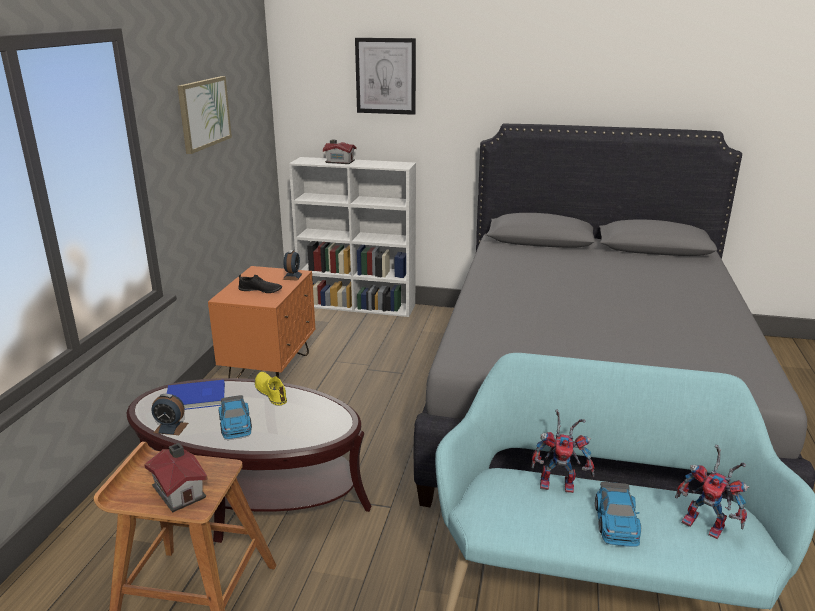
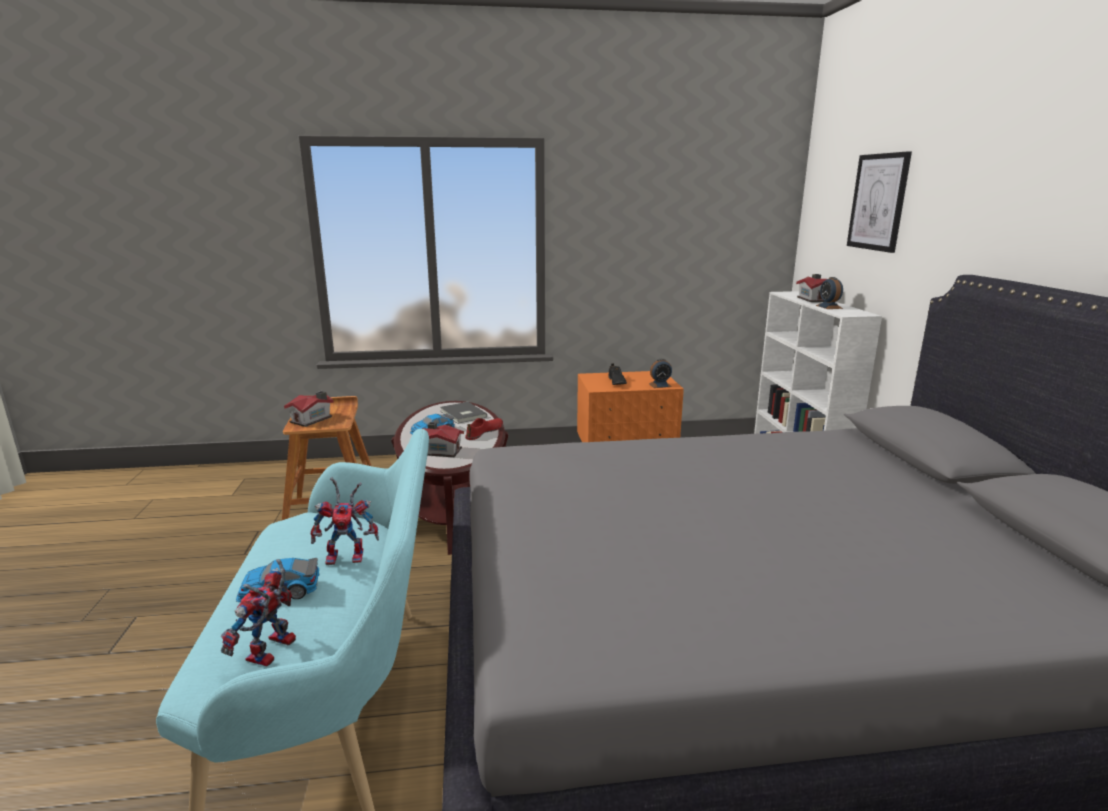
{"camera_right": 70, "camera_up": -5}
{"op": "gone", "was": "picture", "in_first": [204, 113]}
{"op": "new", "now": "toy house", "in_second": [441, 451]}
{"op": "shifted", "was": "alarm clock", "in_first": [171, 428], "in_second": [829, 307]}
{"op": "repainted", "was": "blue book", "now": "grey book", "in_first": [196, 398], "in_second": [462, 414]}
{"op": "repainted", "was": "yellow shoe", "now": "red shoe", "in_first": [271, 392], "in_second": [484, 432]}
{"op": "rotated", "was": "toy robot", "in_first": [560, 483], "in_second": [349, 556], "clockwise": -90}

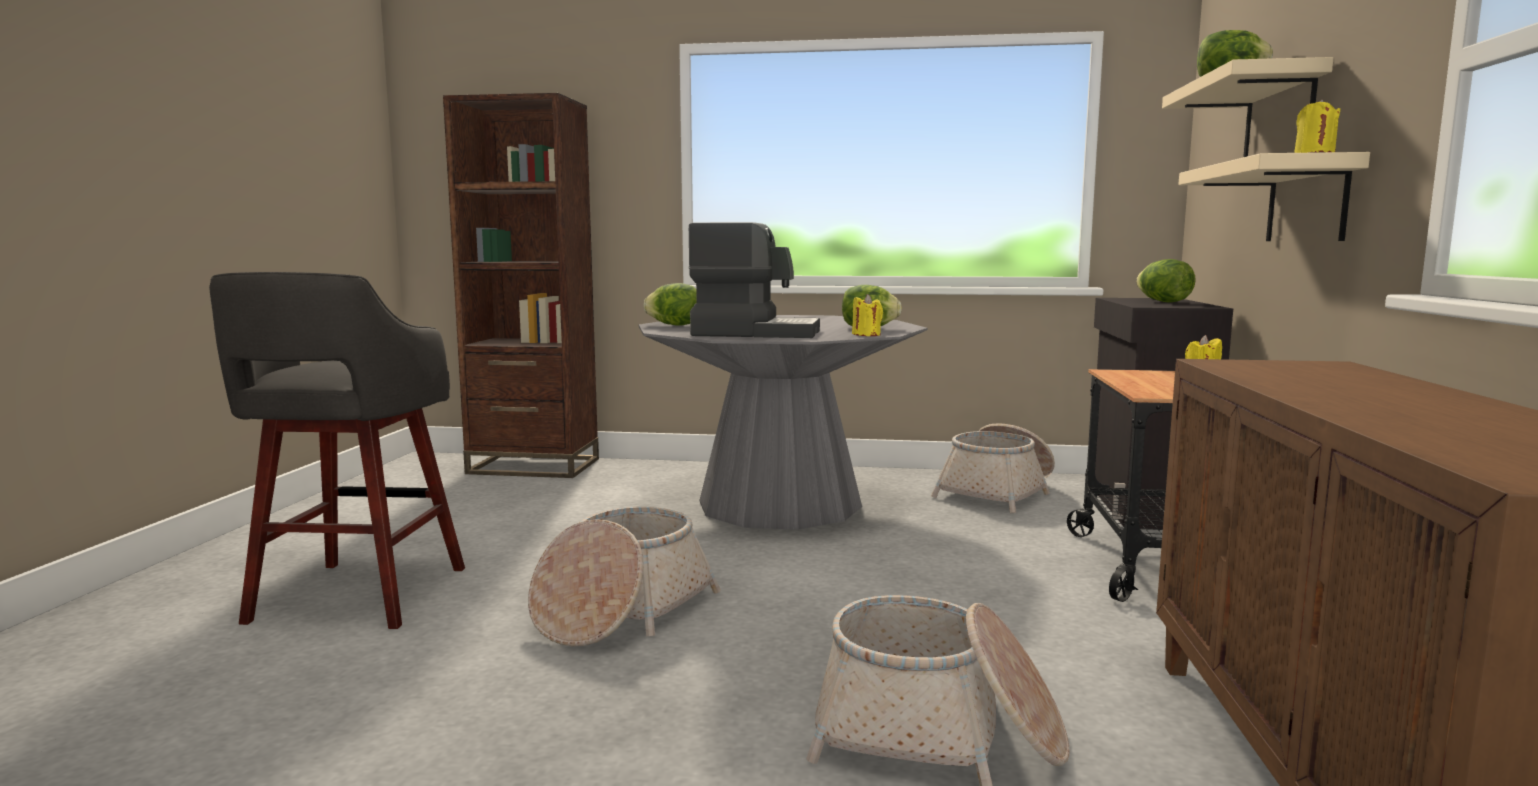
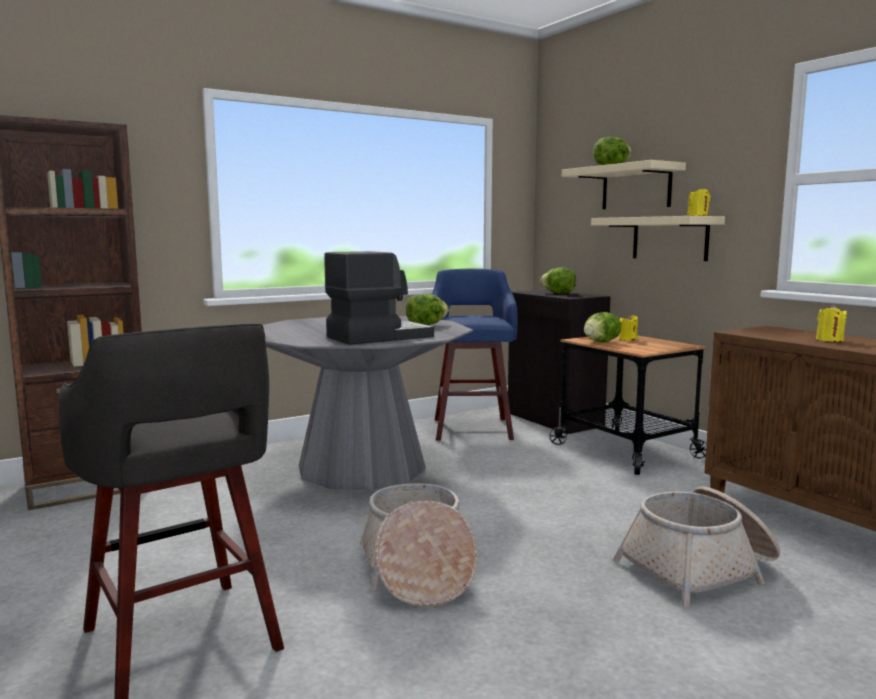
{"camera_right": -40, "camera_up": 0}
{"op": "shifted", "was": "lettuce", "in_first": [675, 325], "in_second": [601, 342]}
{"op": "shifted", "was": "yellow candle", "in_first": [866, 335], "in_second": [829, 340]}
{"op": "swapped", "was": "basket", "now": "blue stool", "in_first": [998, 492], "in_second": [472, 428]}

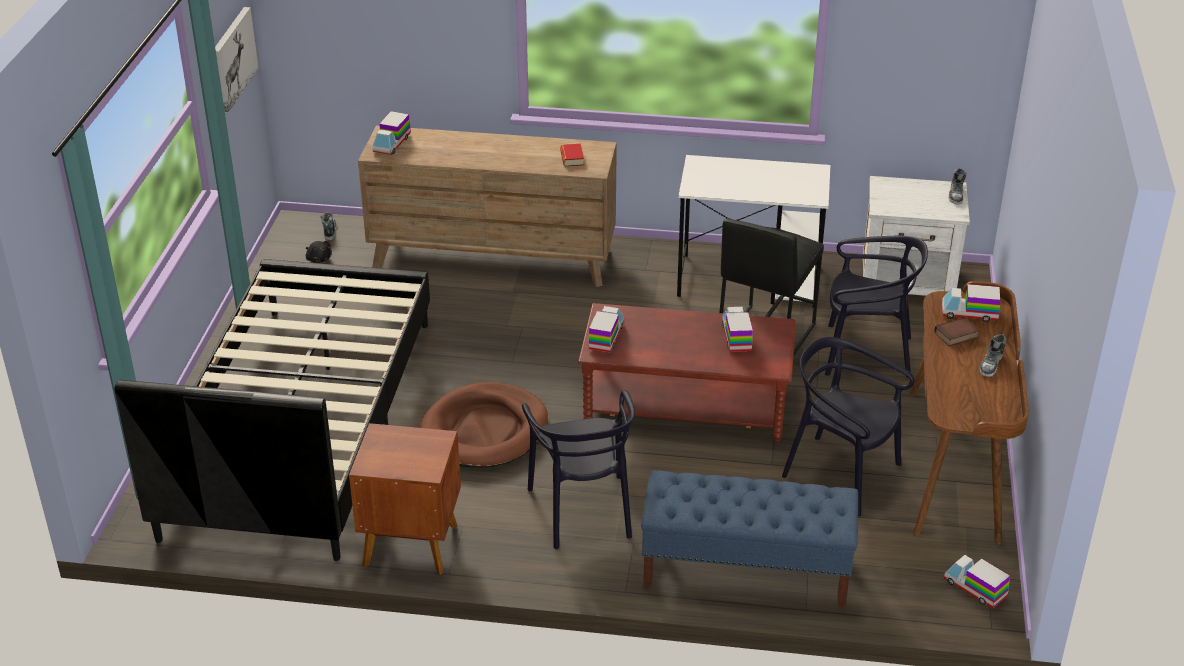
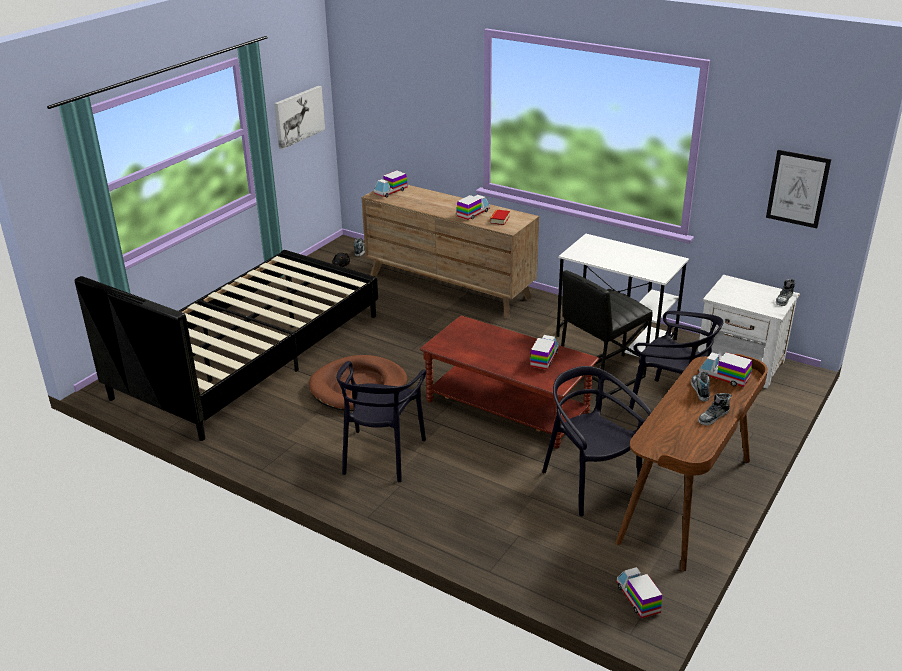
{"camera_right": 25, "camera_up": -5}
{"op": "gone", "was": "brown nightstand", "in_first": [409, 544]}
{"op": "gone", "was": "blue bench", "in_first": [745, 572]}
{"op": "new", "now": "picture", "in_second": [797, 189]}
{"op": "shifted", "was": "toy truck", "in_first": [606, 337], "in_second": [473, 214]}
{"op": "swapped", "was": "book", "now": "shoe", "in_first": [956, 336], "in_second": [700, 390]}

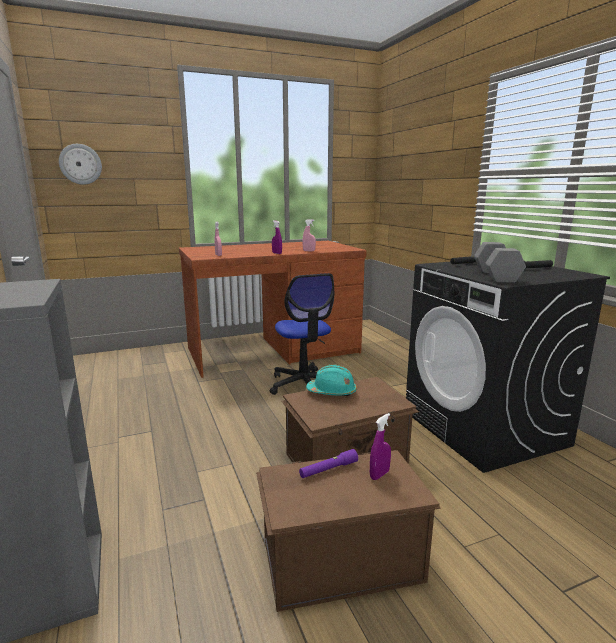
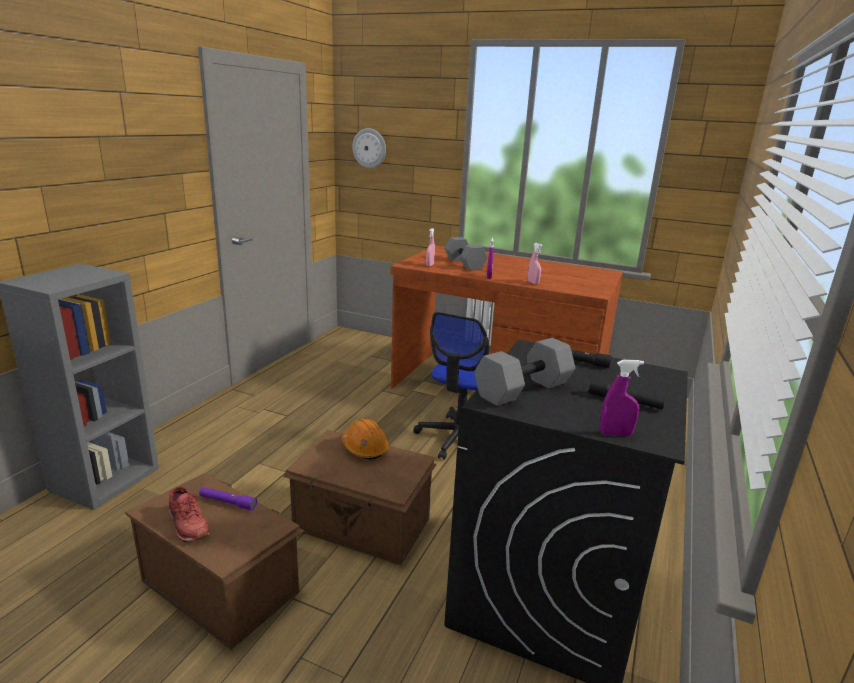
{"camera_right": 45, "camera_up": 5}
{"op": "new", "now": "red shoe", "in_second": [188, 524]}
{"op": "new", "now": "grey dumbbell", "in_second": [463, 264]}
{"op": "shifted", "was": "purple spray bottle", "in_first": [379, 474], "in_second": [615, 434]}
{"op": "repainted", "was": "turquoise hard hat", "now": "orange hard hat", "in_first": [332, 392], "in_second": [365, 448]}

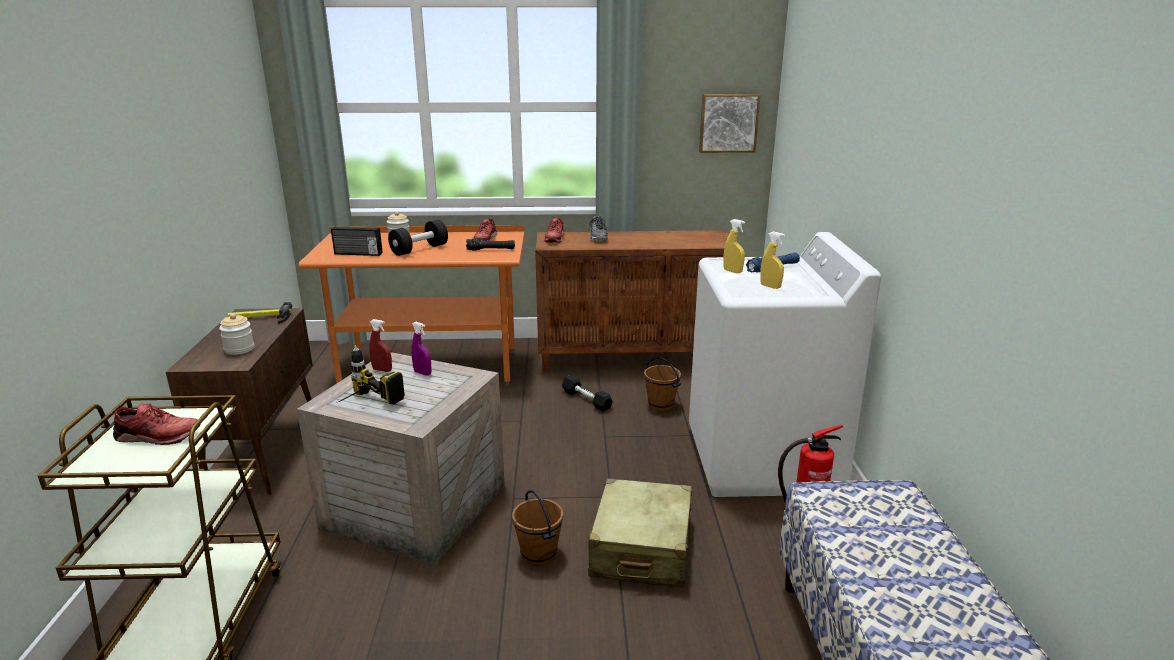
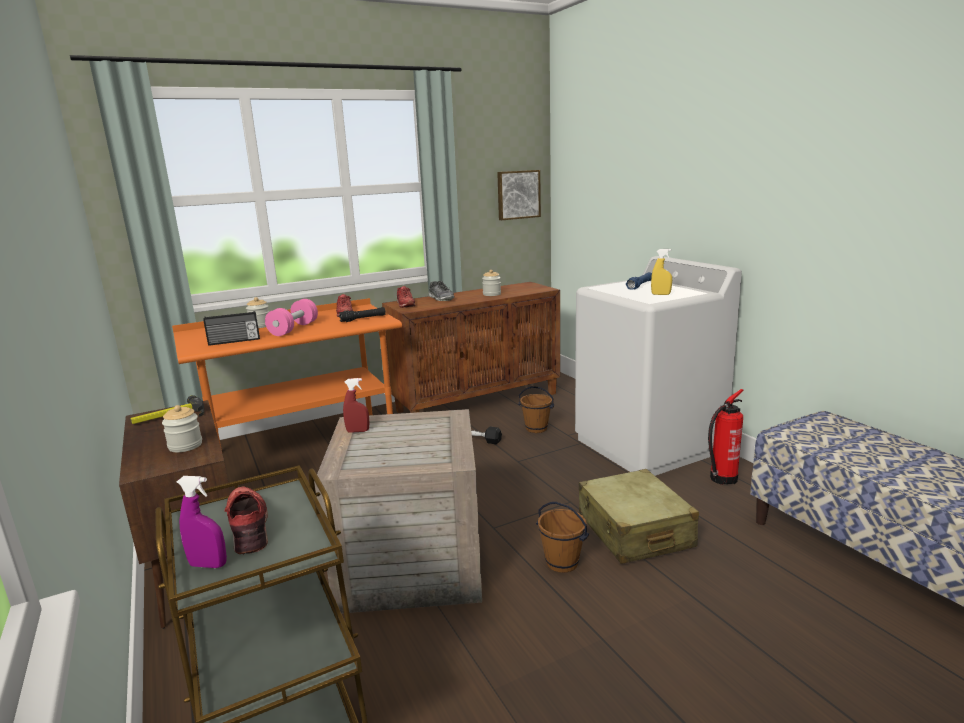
{"camera_right": -25, "camera_up": -5}
{"op": "gone", "was": "power drill", "in_first": [361, 406]}
{"op": "gone", "was": "yellow spray bottle", "in_first": [732, 271]}
{"op": "new", "now": "jar", "in_second": [492, 294]}
{"op": "shifted", "was": "purple spray bottle", "in_first": [422, 373], "in_second": [208, 565]}
{"op": "repainted", "was": "black dumbbell", "now": "pink dumbbell", "in_first": [419, 249], "in_second": [294, 329]}
{"op": "rotated", "was": "red shoe", "in_first": [157, 436], "in_second": [249, 526], "clockwise": -90}

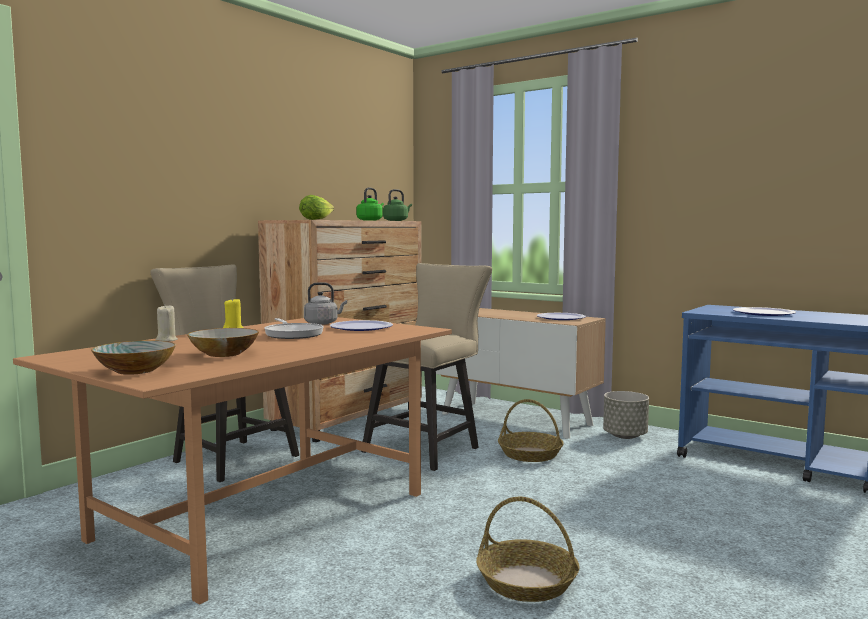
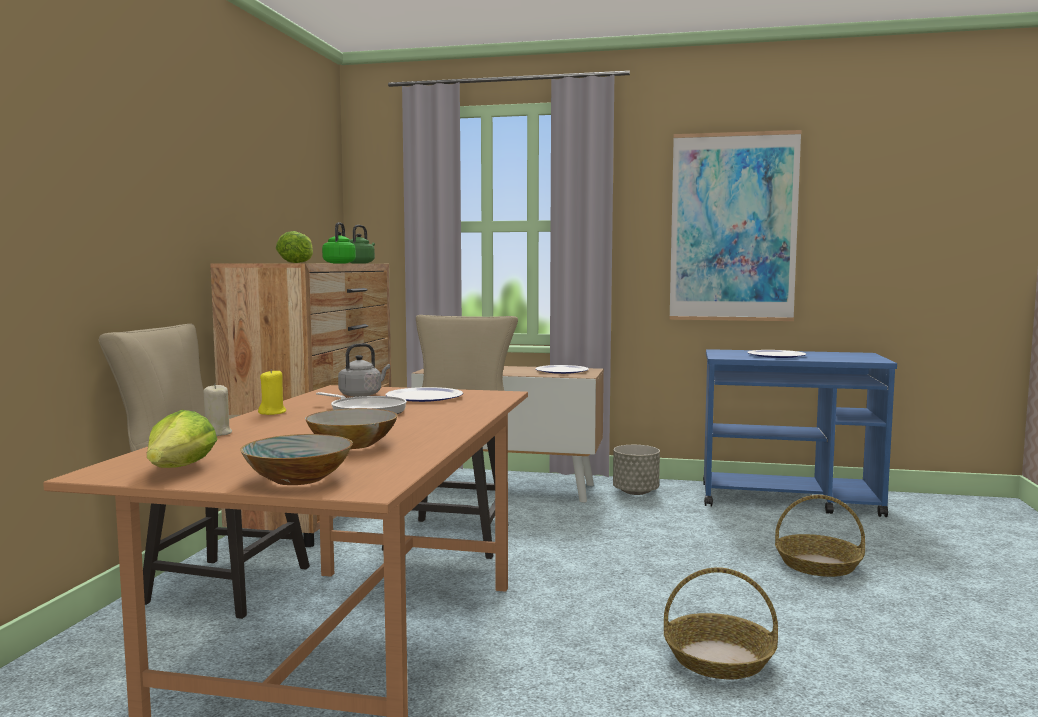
{"camera_right": -25, "camera_up": 0}
{"op": "new", "now": "lettuce", "in_second": [180, 469]}
{"op": "new", "now": "picture", "in_second": [733, 227]}
{"op": "shifted", "was": "basket", "in_first": [530, 454], "in_second": [818, 565]}

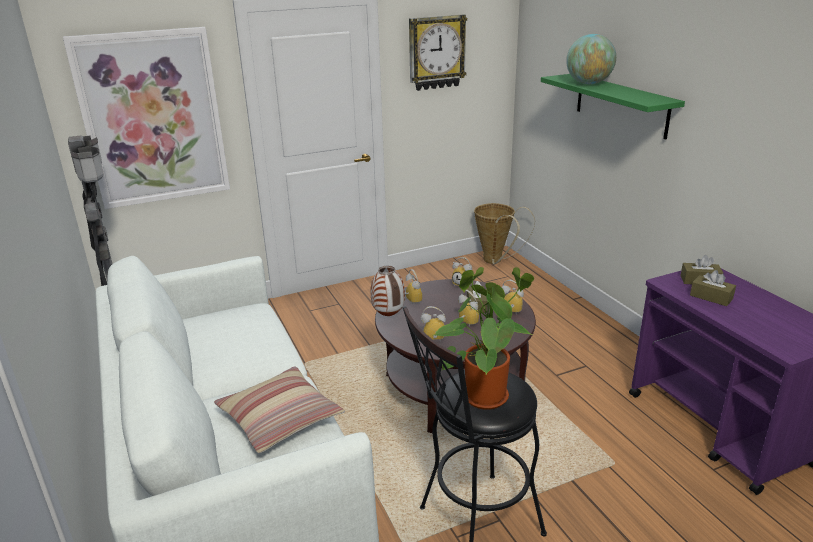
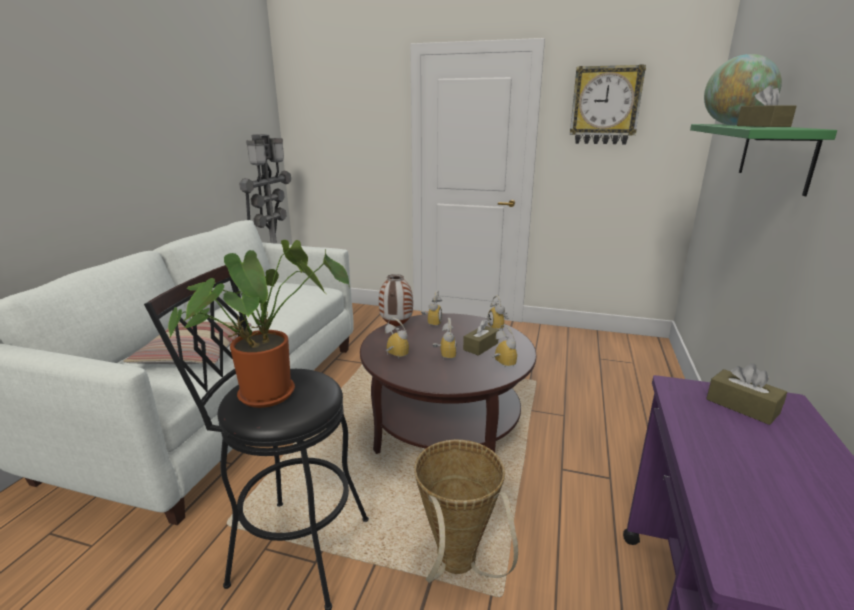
{"camera_right": 40, "camera_up": -5}
{"op": "gone", "was": "picture", "in_first": [153, 118]}
{"op": "shifted", "was": "basket", "in_first": [496, 261], "in_second": [457, 568]}
{"op": "shifted", "was": "brown tissue box", "in_first": [711, 297], "in_second": [762, 126]}

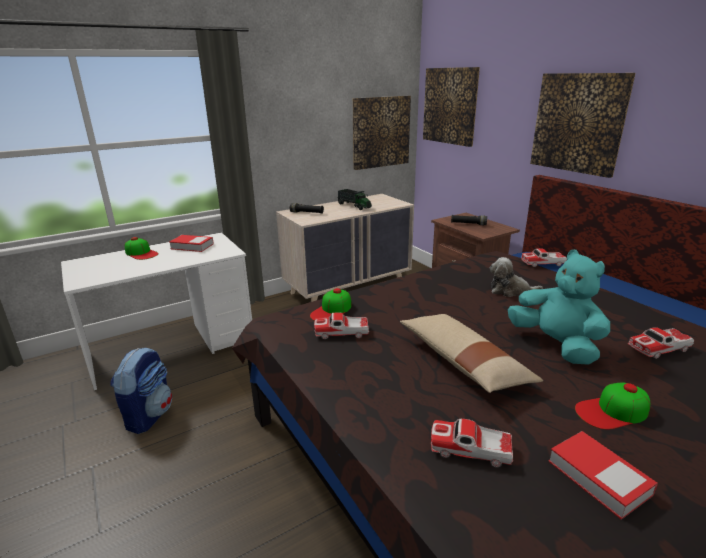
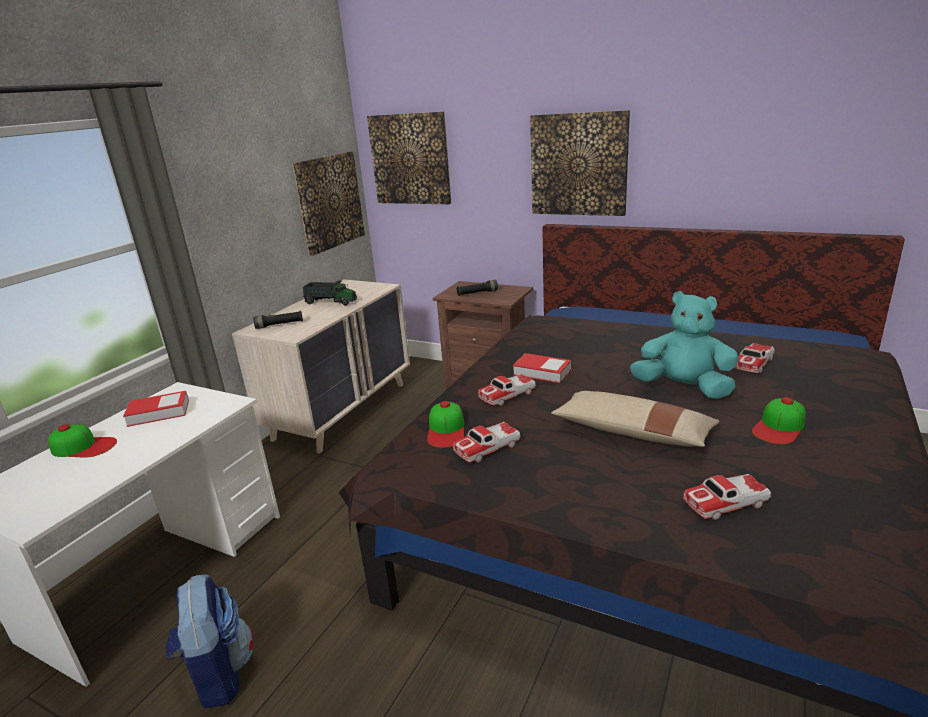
{"camera_right": -30, "camera_up": 0}
{"op": "gone", "was": "plush toy", "in_first": [510, 290]}
{"op": "shifted", "was": "toy car", "in_first": [543, 263], "in_second": [507, 395]}
{"op": "shifted", "was": "book", "in_first": [598, 477], "in_second": [542, 372]}

